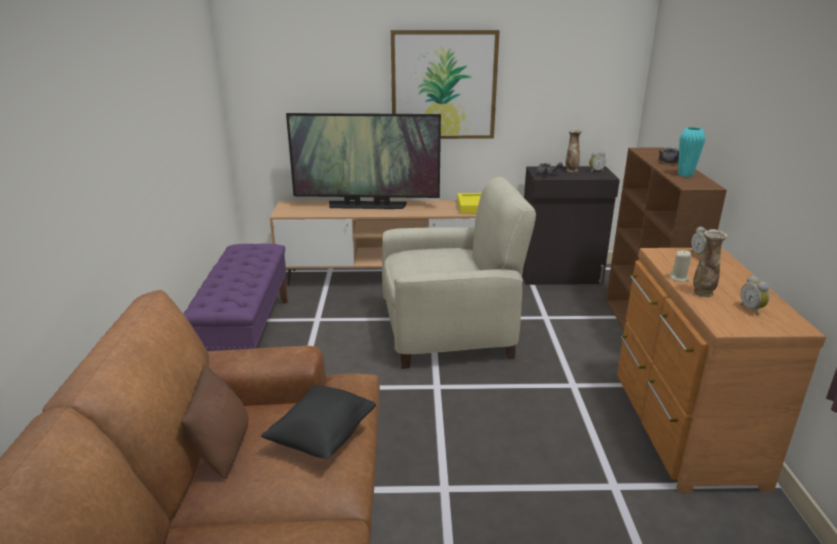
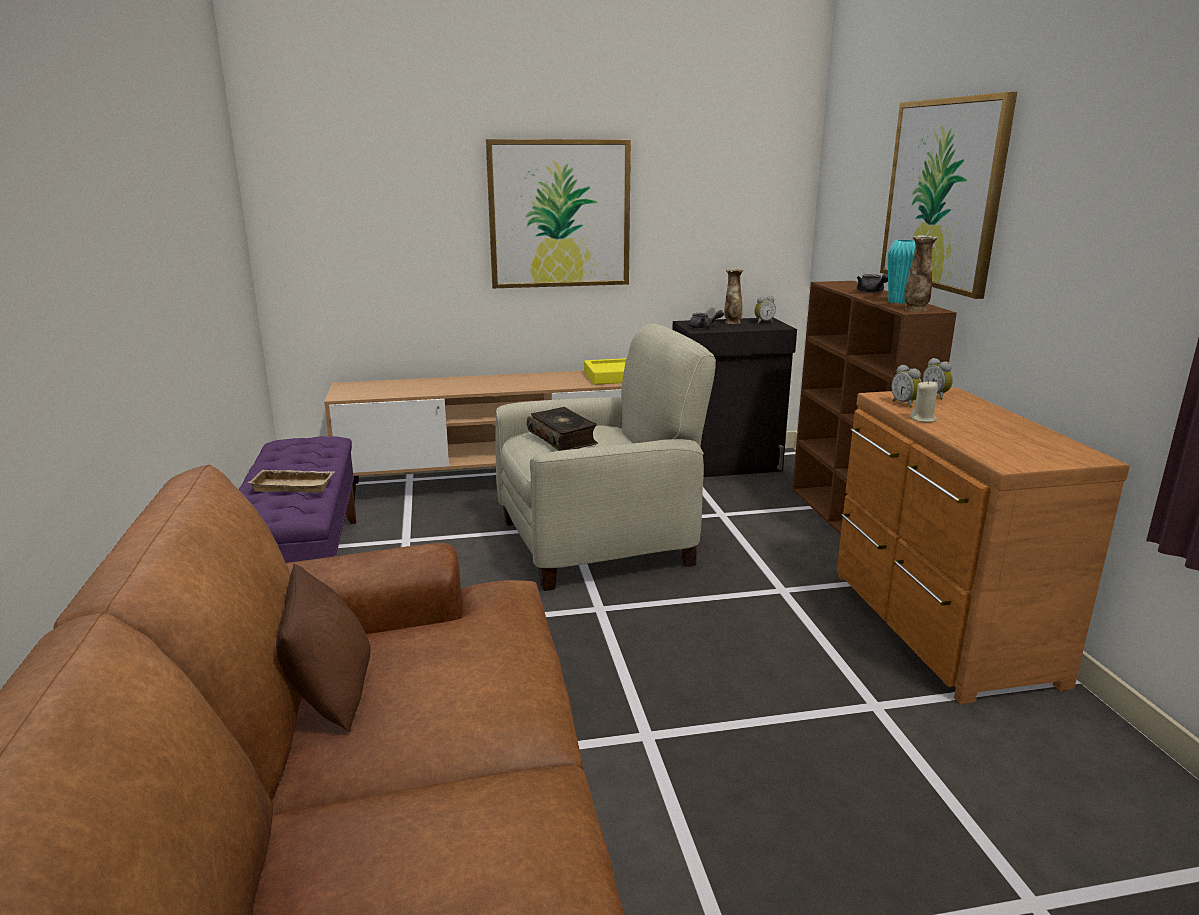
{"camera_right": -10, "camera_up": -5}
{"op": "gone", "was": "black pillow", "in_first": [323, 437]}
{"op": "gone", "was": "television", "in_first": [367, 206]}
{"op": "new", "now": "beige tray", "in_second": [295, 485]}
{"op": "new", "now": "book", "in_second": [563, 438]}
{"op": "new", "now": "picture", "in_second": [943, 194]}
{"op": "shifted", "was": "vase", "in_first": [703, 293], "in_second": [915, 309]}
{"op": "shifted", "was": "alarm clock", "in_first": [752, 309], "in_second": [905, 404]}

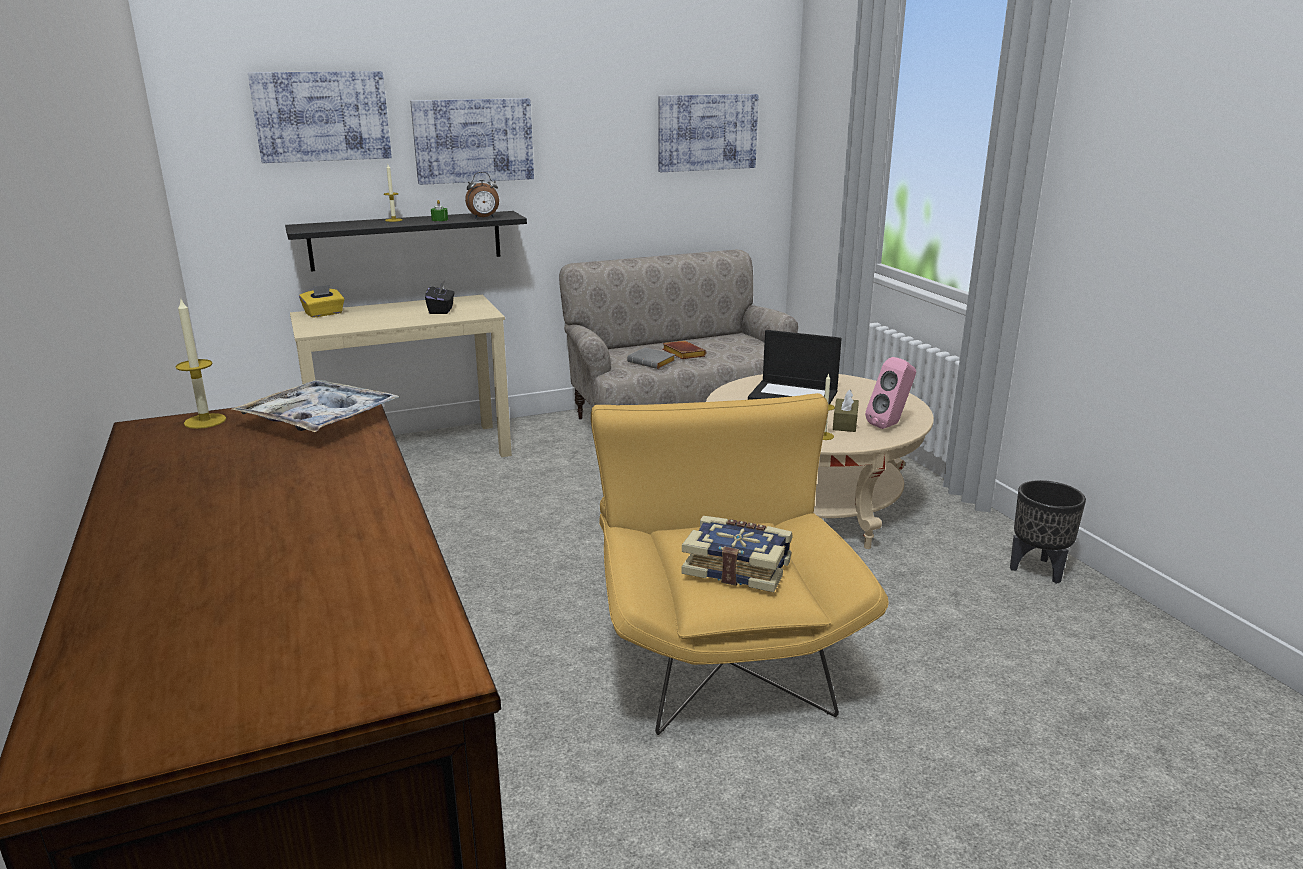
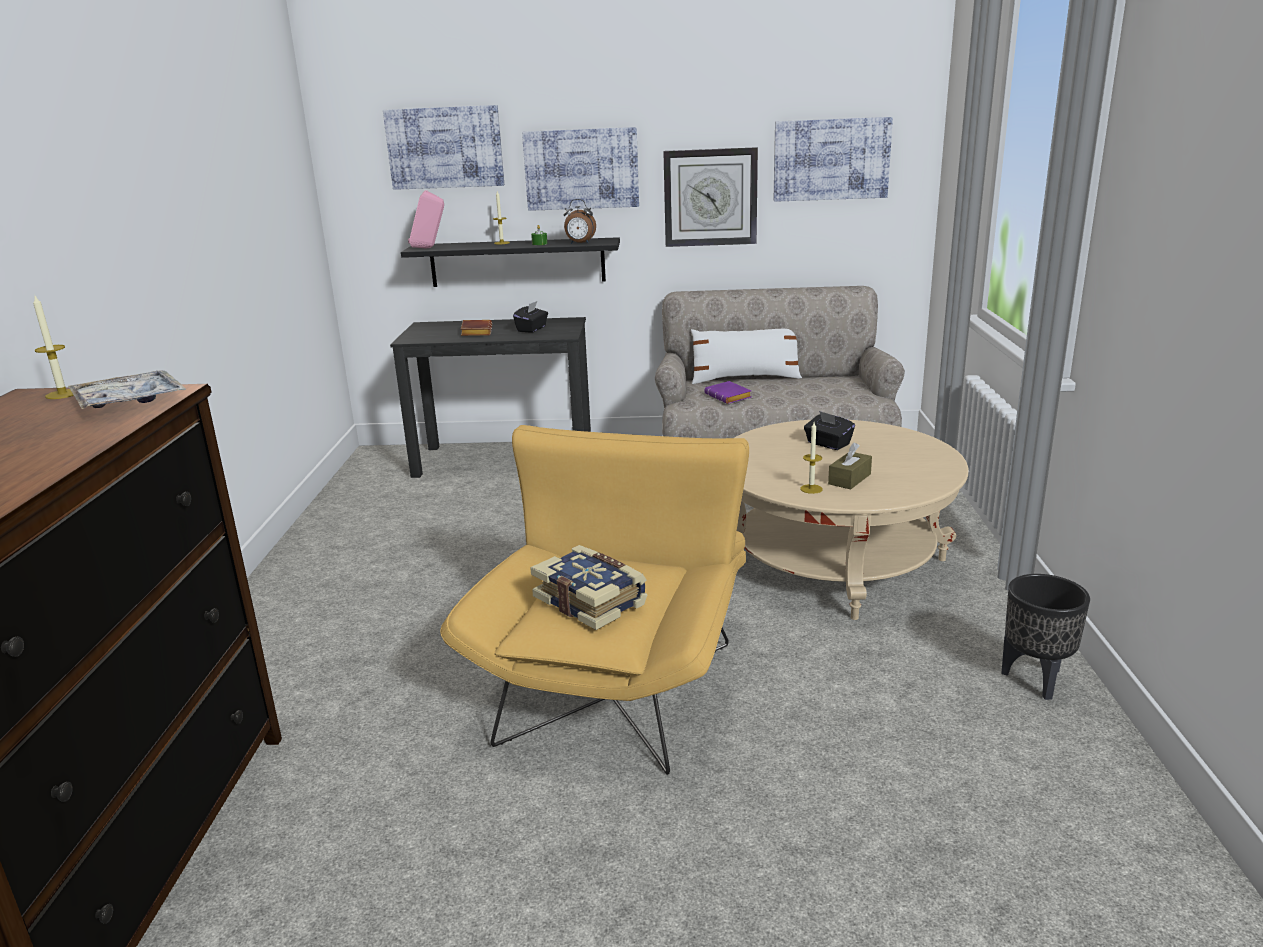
{"camera_right": 25, "camera_up": 0}
{"op": "gone", "was": "yellow tissue box", "in_first": [324, 314]}
{"op": "new", "now": "wall clock", "in_second": [710, 197]}
{"op": "new", "now": "white pillow", "in_second": [745, 378]}
{"op": "shifted", "was": "brown book", "in_first": [682, 354], "in_second": [475, 332]}
{"op": "shifted", "was": "pink speaker", "in_first": [890, 425], "in_second": [429, 248]}
{"op": "swapped", "was": "laptop", "now": "black tissue box", "in_first": [794, 395], "in_second": [828, 444]}
{"op": "repainted", "was": "beige desk", "now": "black desk", "in_first": [412, 452], "in_second": [505, 459]}
{"op": "repainted", "was": "grey book", "now": "purple book", "in_first": [653, 362], "in_second": [729, 397]}

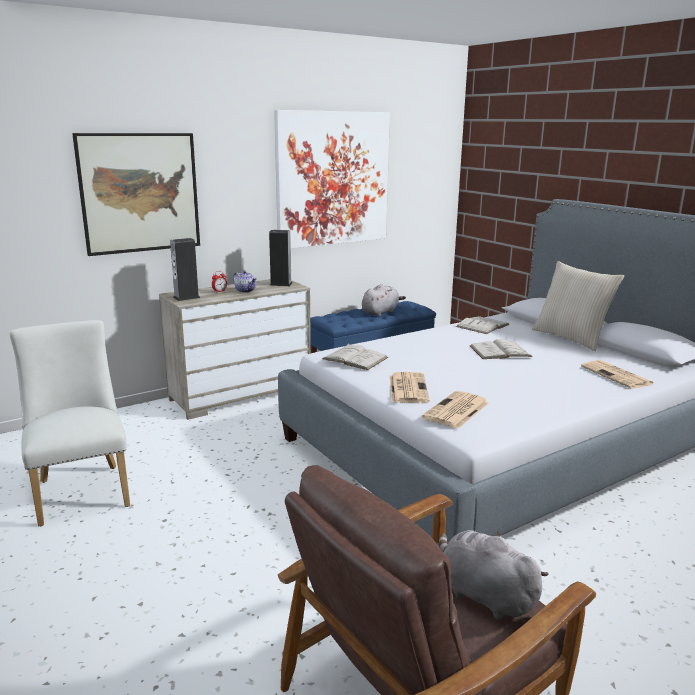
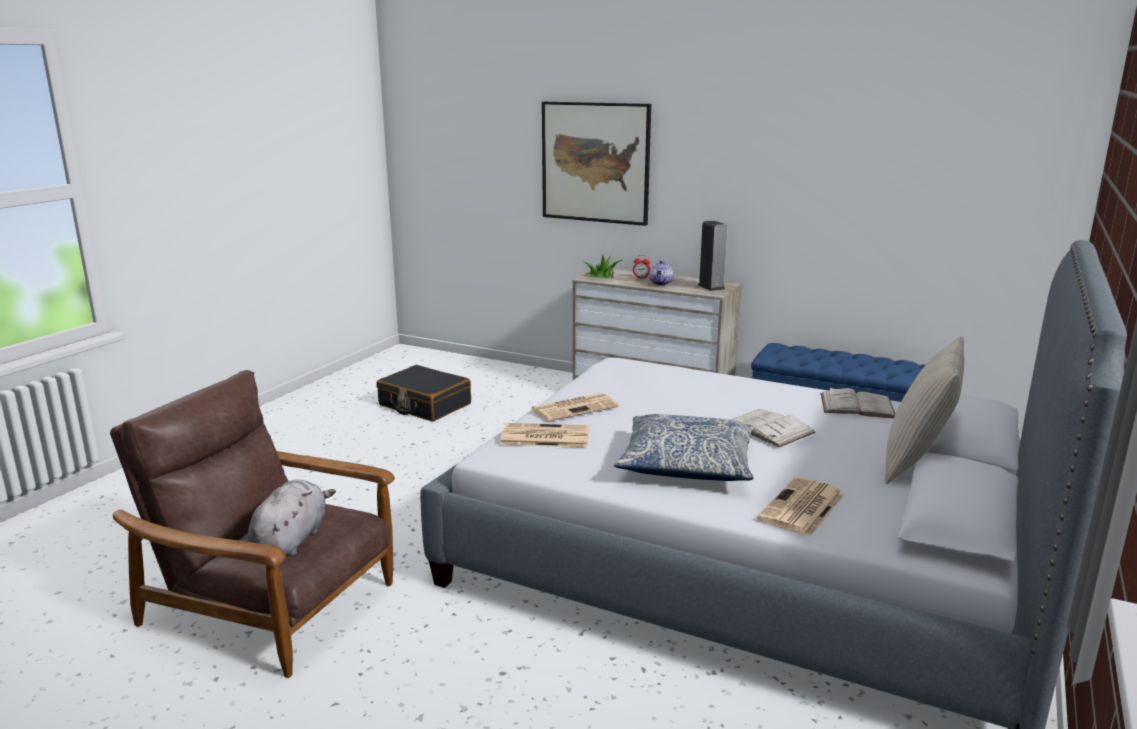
{"camera_right": 60, "camera_up": 0}
{"op": "gone", "was": "picture", "in_first": [333, 179]}
{"op": "gone", "was": "white book", "in_first": [355, 358]}
{"op": "gone", "was": "grey plush toy", "in_first": [381, 312]}
{"op": "new", "now": "pillow", "in_second": [686, 464]}
{"op": "swapped", "was": "white chair", "now": "black suitcase", "in_first": [82, 489], "in_second": [424, 405]}
{"op": "swapped", "was": "speaker", "now": "potted plant", "in_first": [186, 297], "in_second": [602, 275]}

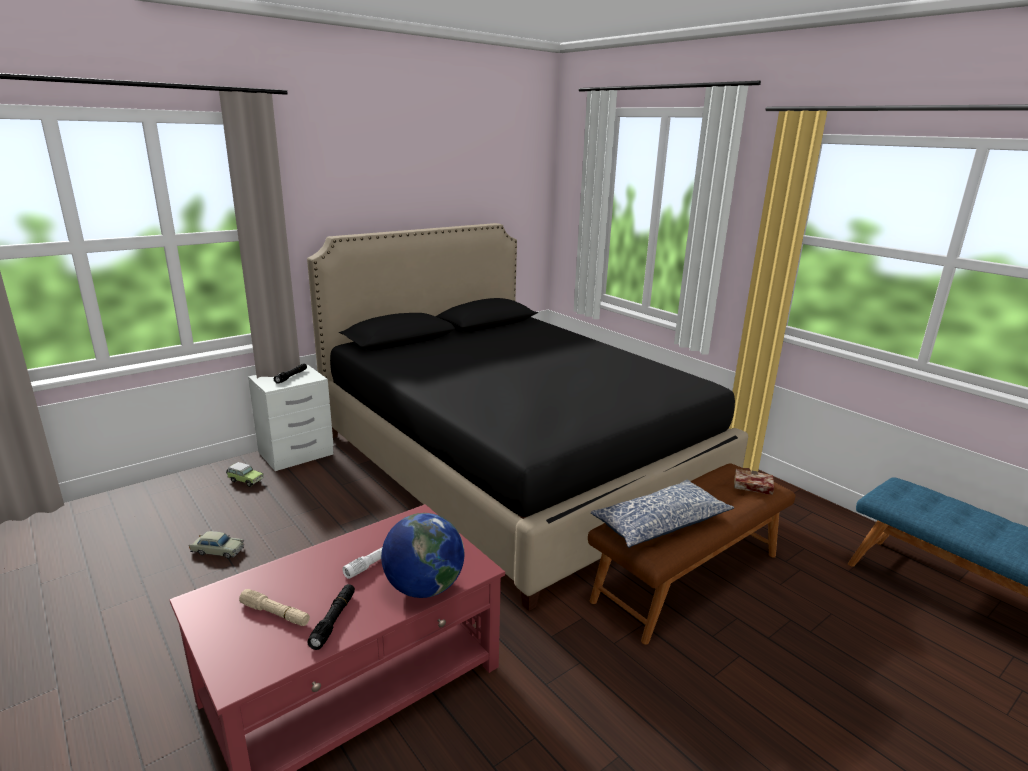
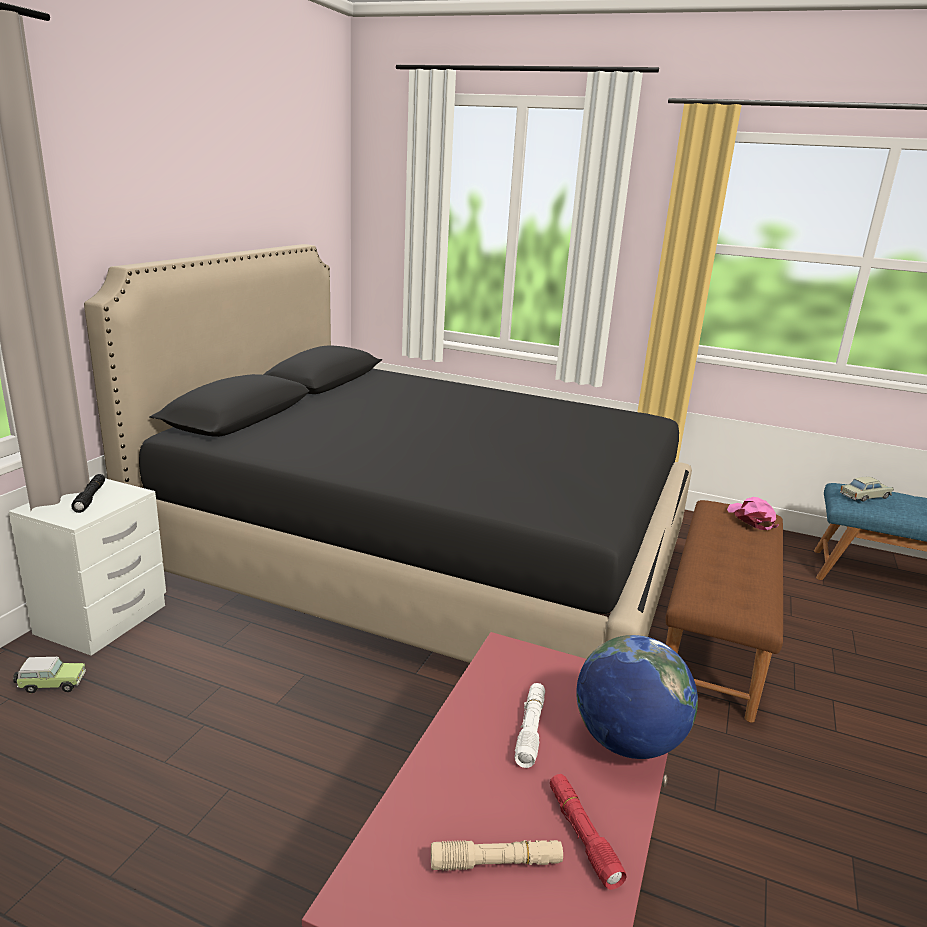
{"camera_right": -30, "camera_up": 0}
{"op": "gone", "was": "pillow", "in_first": [659, 523]}
{"op": "shifted", "was": "beige toy car", "in_first": [218, 551], "in_second": [864, 496]}
{"op": "swapped", "was": "book", "now": "pink cap", "in_first": [751, 486], "in_second": [751, 518]}
{"op": "repainted", "was": "black flashlight", "now": "red flashlight", "in_first": [333, 620], "in_second": [582, 835]}

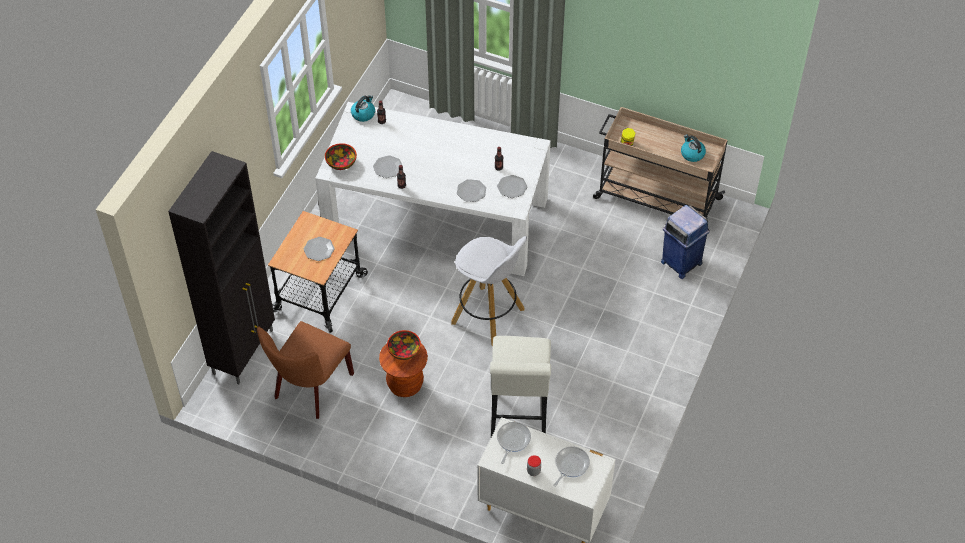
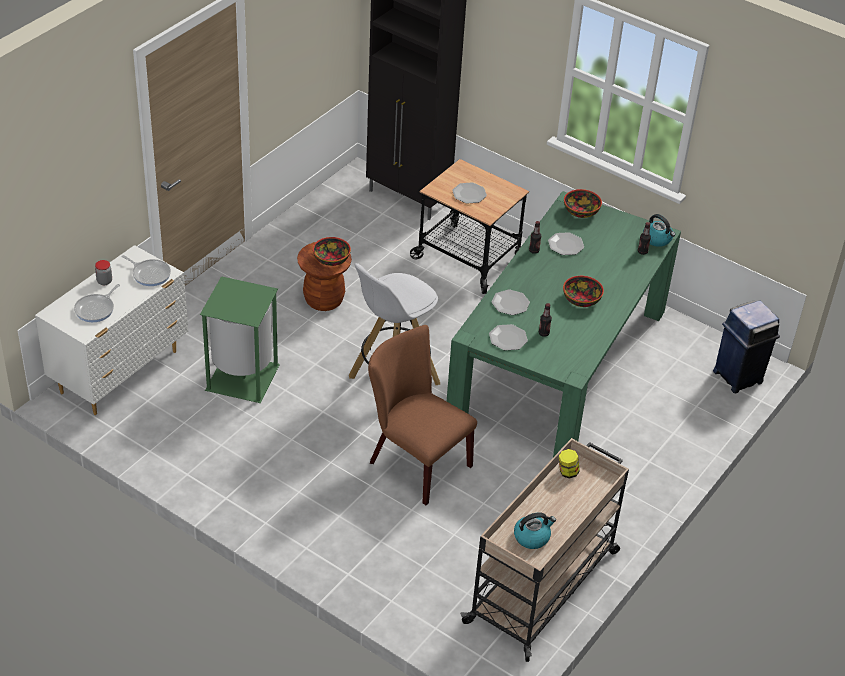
{"camera_right": 100, "camera_up": -10}
{"op": "new", "now": "bowl", "in_second": [582, 299]}
{"op": "shifted", "was": "brown chair", "in_first": [310, 389], "in_second": [414, 461]}
{"op": "shifted", "was": "blue trash can", "in_first": [681, 262], "in_second": [738, 376]}
{"op": "swapped", "was": "white stool", "now": "green trash can", "in_first": [518, 419], "in_second": [242, 377]}
{"op": "repainted", "was": "white dining table", "now": "green dining table", "in_first": [436, 216], "in_second": [559, 365]}
{"op": "rotated", "was": "frying pan", "in_first": [570, 465], "in_second": [96, 309], "clockwise": 75}

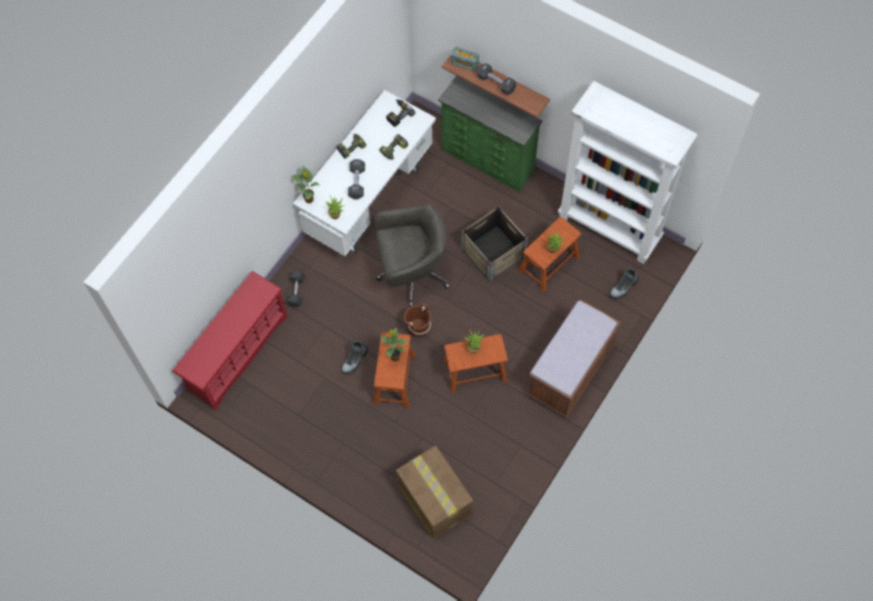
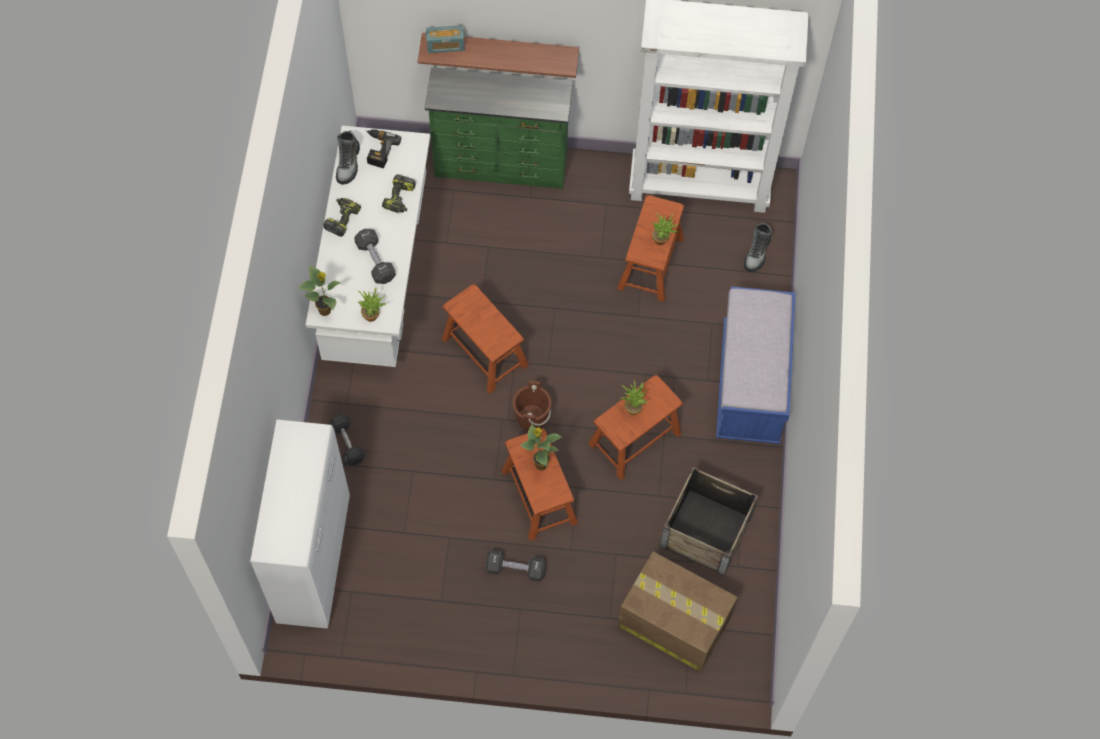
{"camera_right": -30, "camera_up": 0}
{"op": "shifted", "was": "boot", "in_first": [354, 361], "in_second": [348, 164]}
{"op": "shifted", "was": "crate", "in_first": [493, 253], "in_second": [706, 532]}
{"op": "shifted", "was": "black dumbbell", "in_first": [496, 83], "in_second": [515, 569]}
{"op": "swapped", "was": "red shoe rack", "now": "white cabinet", "in_first": [237, 353], "in_second": [314, 559]}
{"op": "swapped", "was": "grey office chair", "now": "brown stool", "in_first": [412, 273], "in_second": [485, 352]}
{"op": "repainted", "was": "brown bench", "now": "blue bench", "in_first": [570, 370], "in_second": [750, 384]}

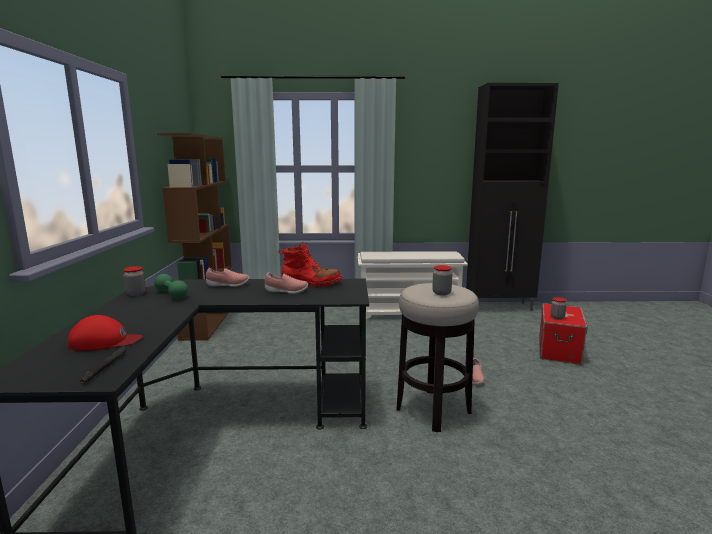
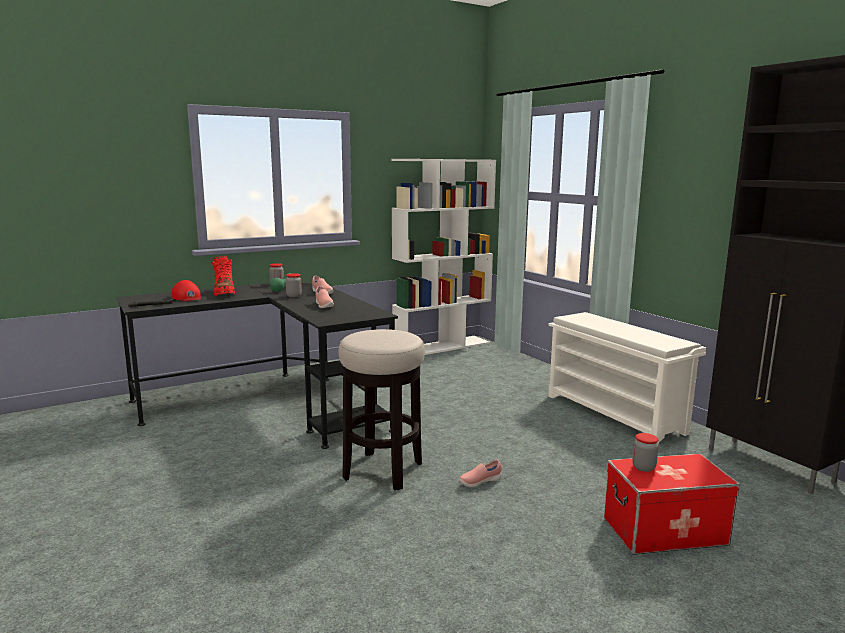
{"camera_right": 60, "camera_up": 0}
{"op": "shifted", "was": "red boot", "in_first": [310, 283], "in_second": [224, 293]}
{"op": "shifted", "was": "jar", "in_first": [441, 293], "in_second": [294, 296]}
{"op": "repainted", "was": "brown bookcase", "now": "white bookcase", "in_first": [208, 321], "in_second": [442, 346]}

